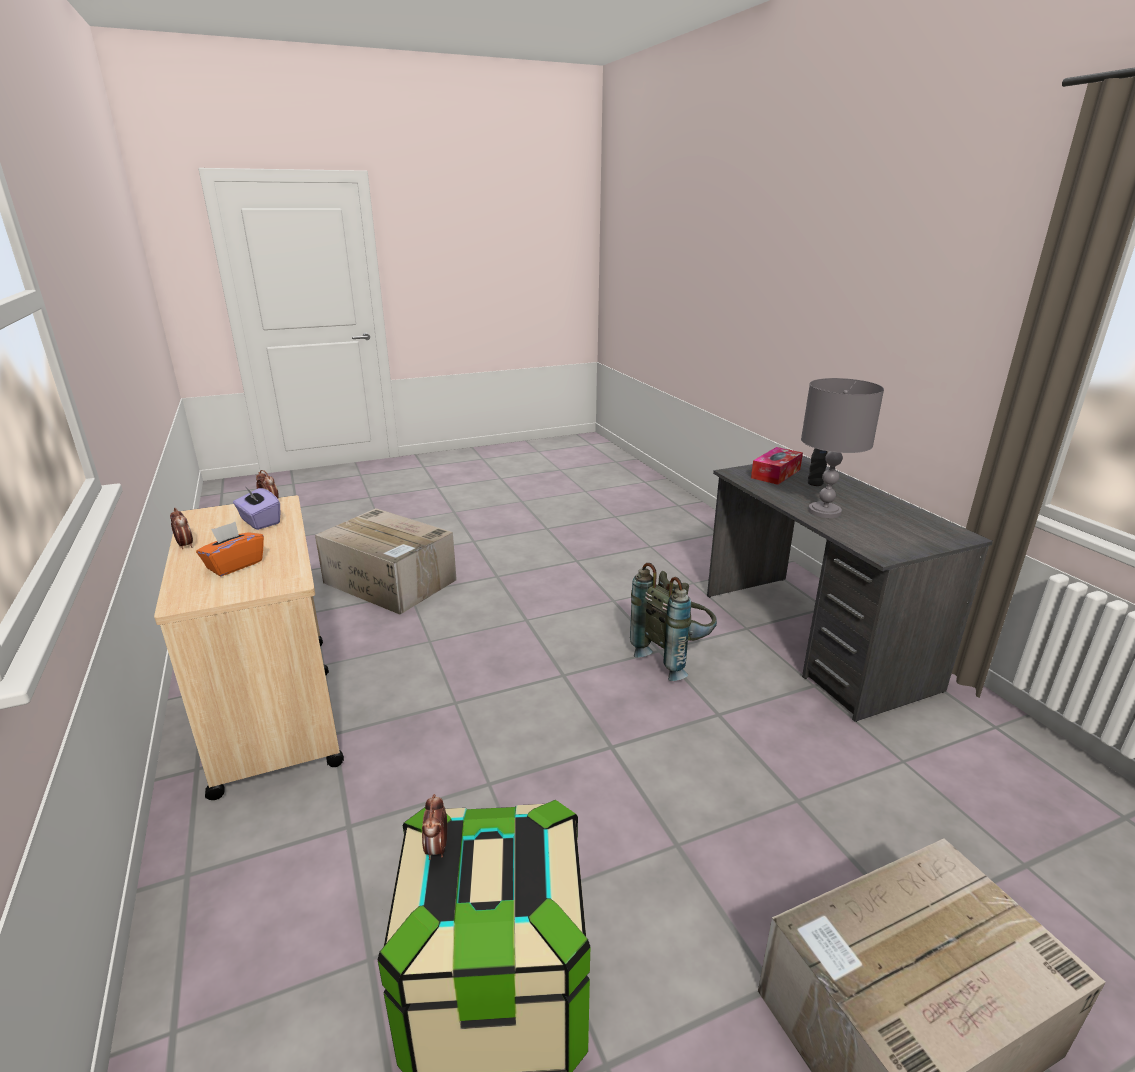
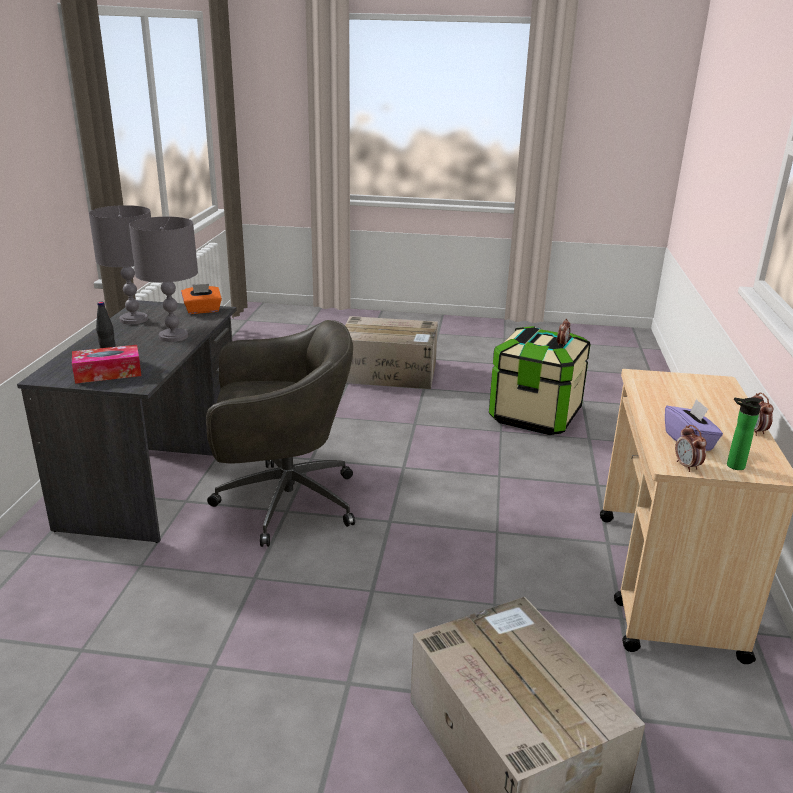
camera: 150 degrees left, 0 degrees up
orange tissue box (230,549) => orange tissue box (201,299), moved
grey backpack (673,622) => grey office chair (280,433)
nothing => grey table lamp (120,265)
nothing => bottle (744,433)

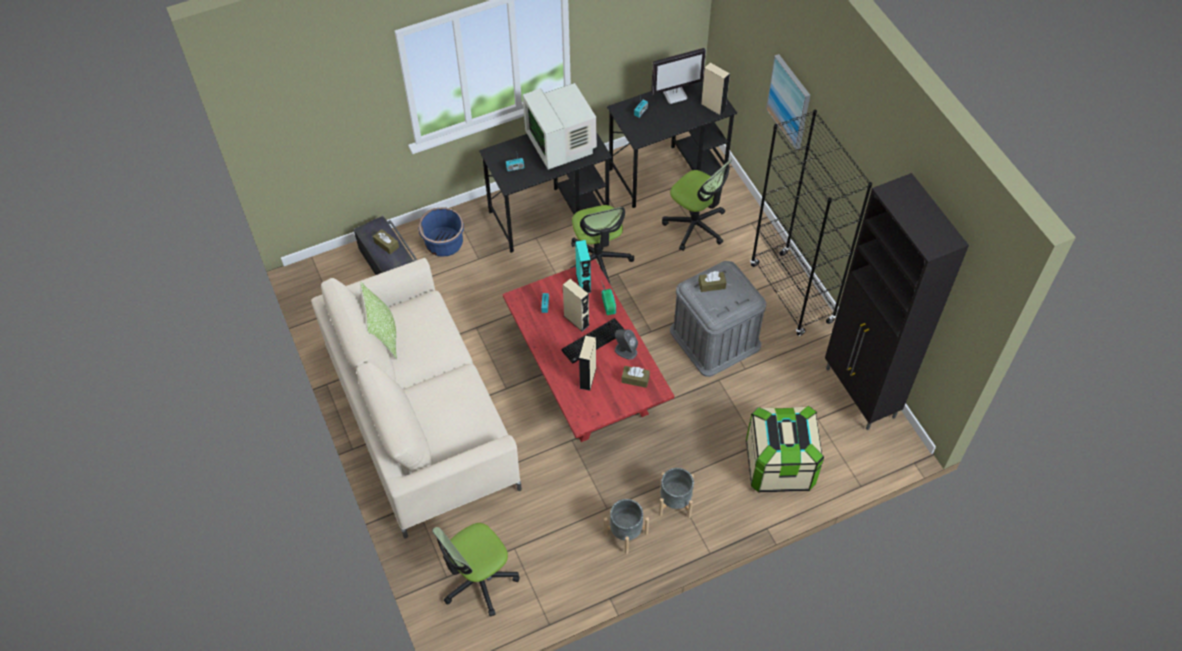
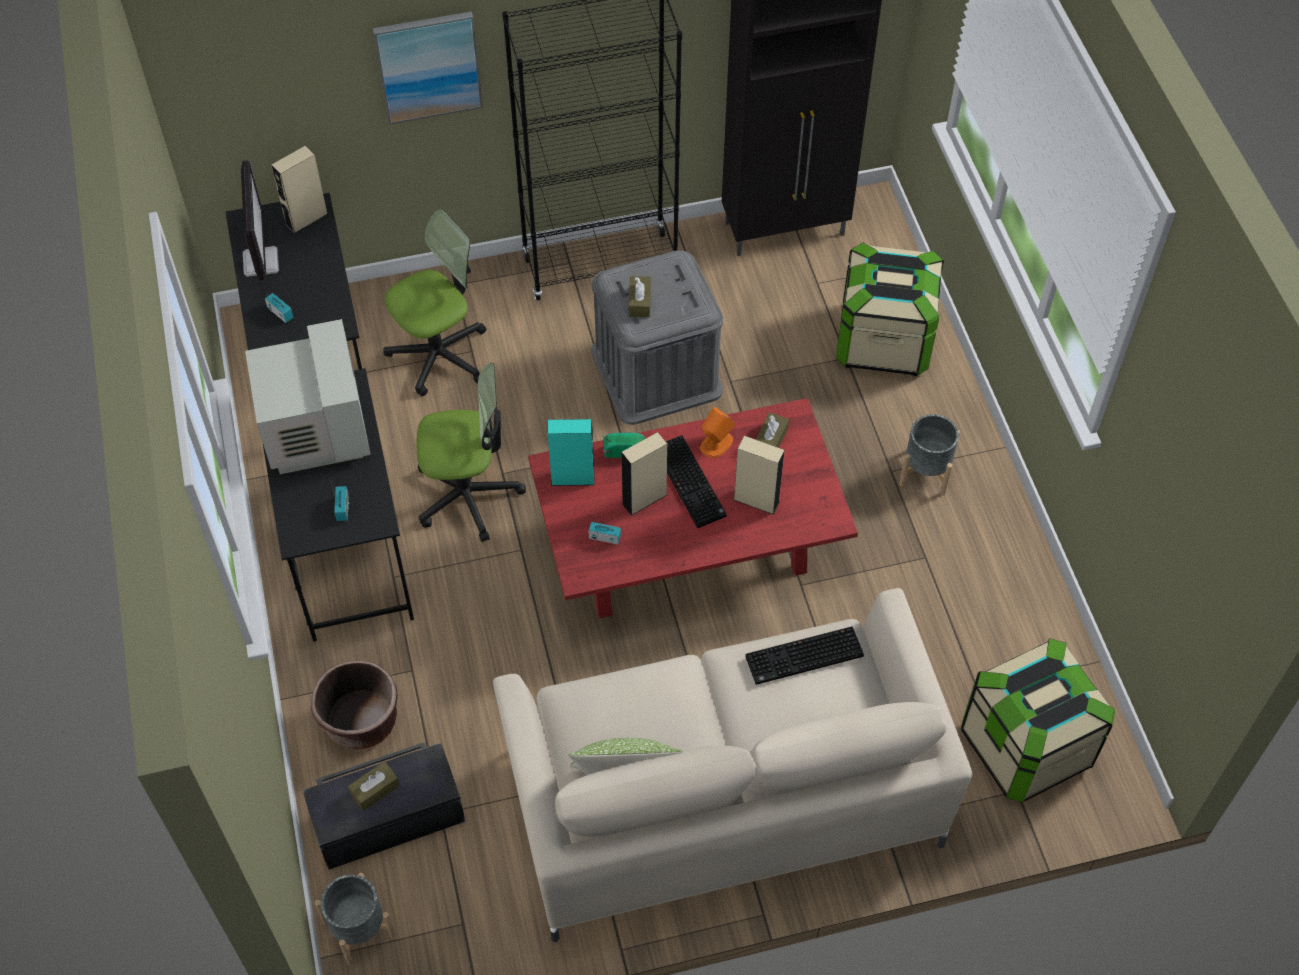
camera: 80 degrees left, 0 degrees up
blue planter (441,232) => brown planter (354,705)
office chair (476,570) => storage box (1037,720)
monitor (560,126) => monitor (308,396), 90 degrees counterclockwise
grey planter (626,526) => grey planter (355,919), moved
grey speaker (626,344) => orange speaker (717,432)
nothing => keyboard (804,655)

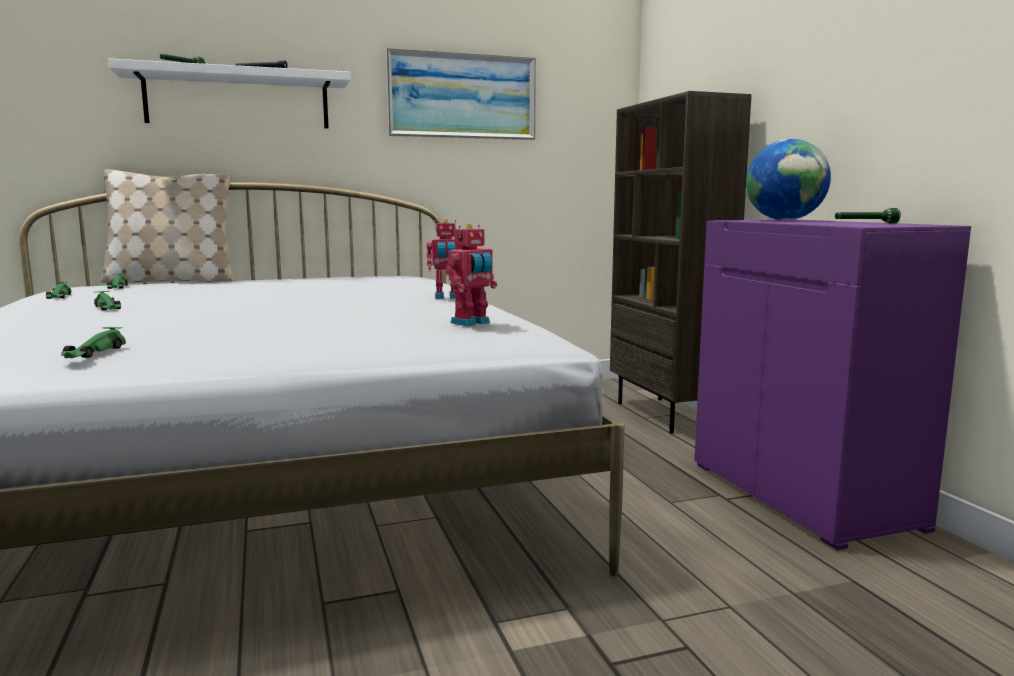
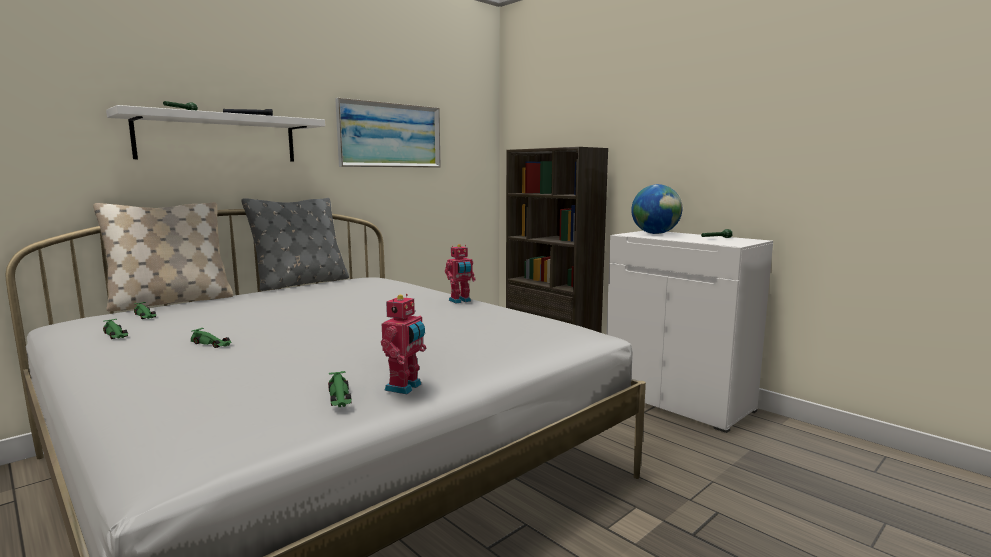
camera: 25 degrees left, 0 degrees up
toy robot (471,274) => toy robot (403,344), moved
purple cabinet (832,385) => white cabinet (689,332)
nothing => grey pillow (295,244)

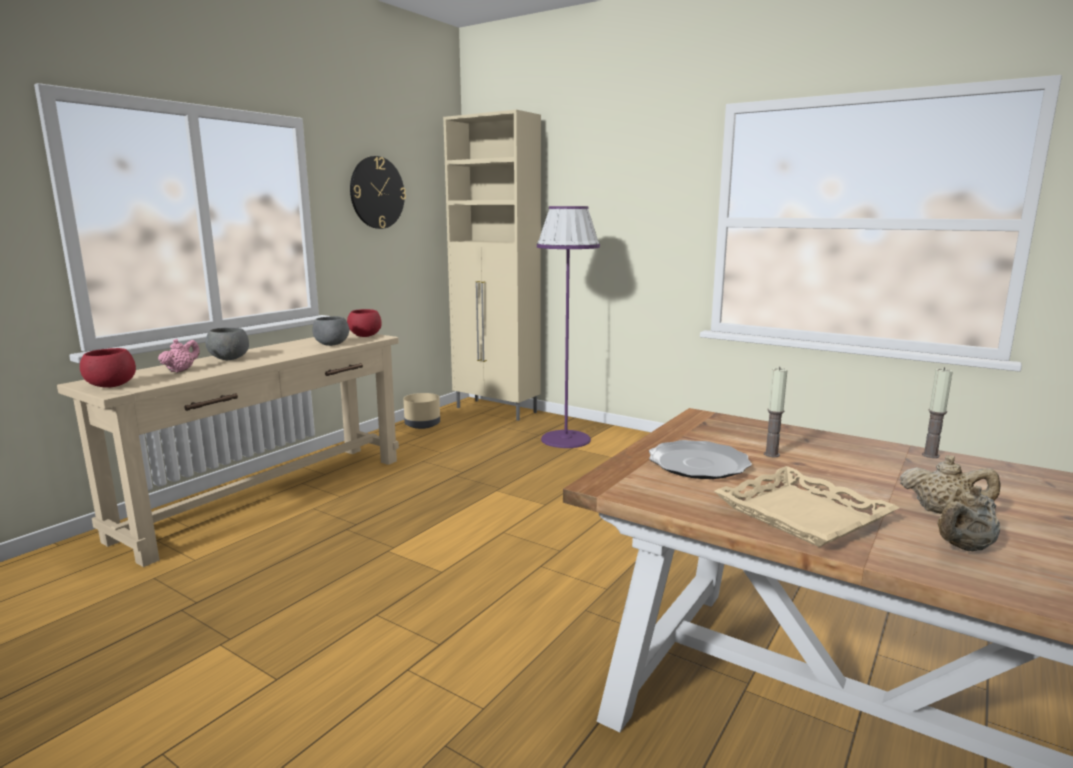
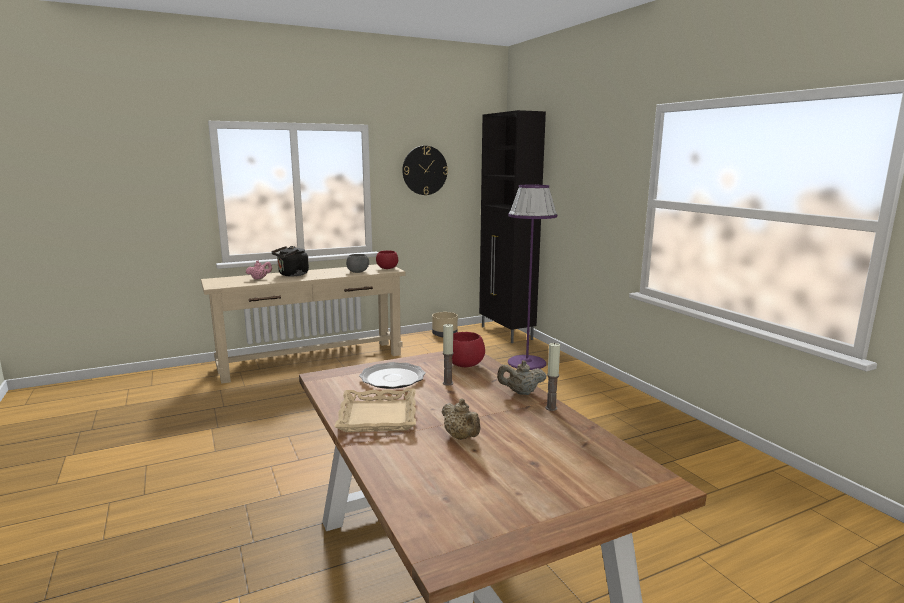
camera: 30 degrees right, 0 degrees up
red bowl (108,368) => red bowl (468,349), moved
grey bowl (227,344) => black kettle (290,261)
beige cabinet (492,265) => black cabinet (512,226)
beige teapot (968,518) => beige teapot (522,377), moved

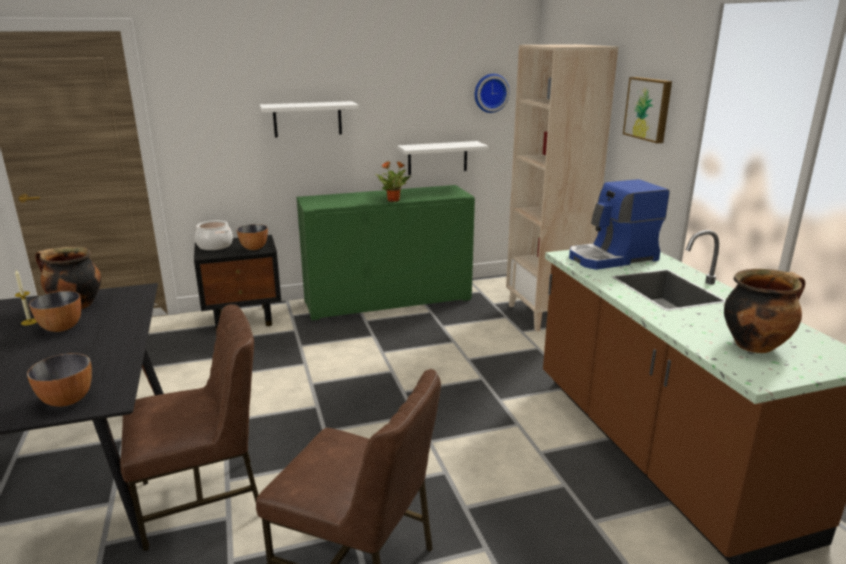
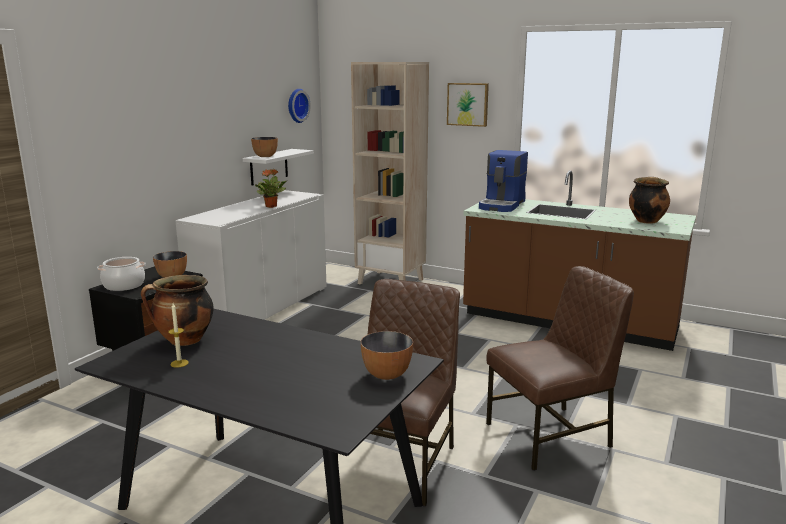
camera: 45 degrees left, 5 degrees down
bowl (55,311) => bowl (264,147), moved
white shelf (309,119) => nothing
green cabinet (385,253) => white cabinet (251,255)

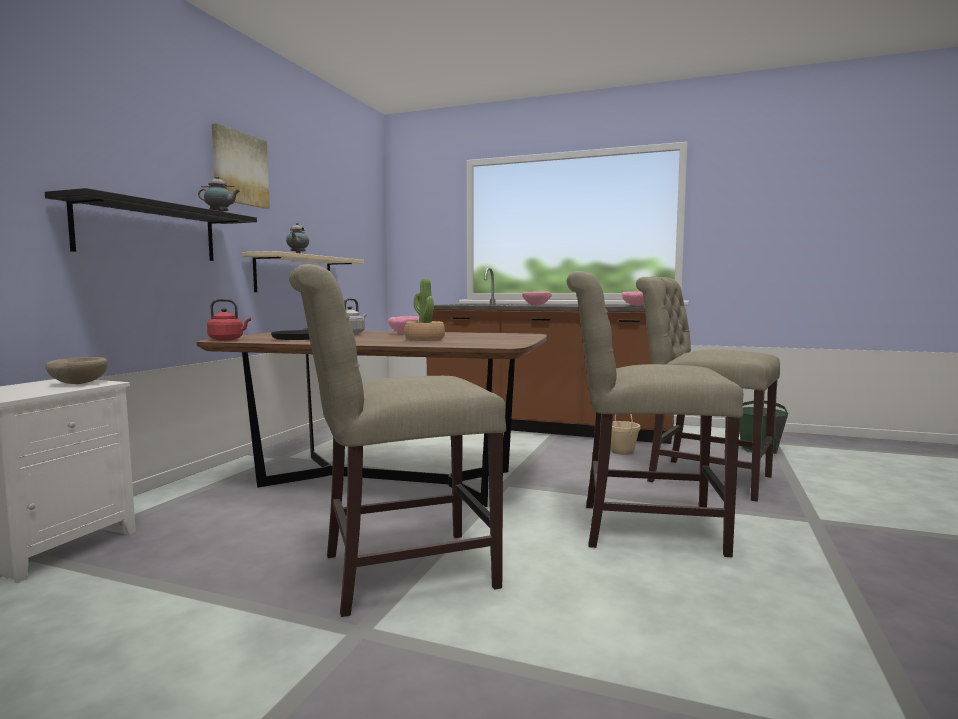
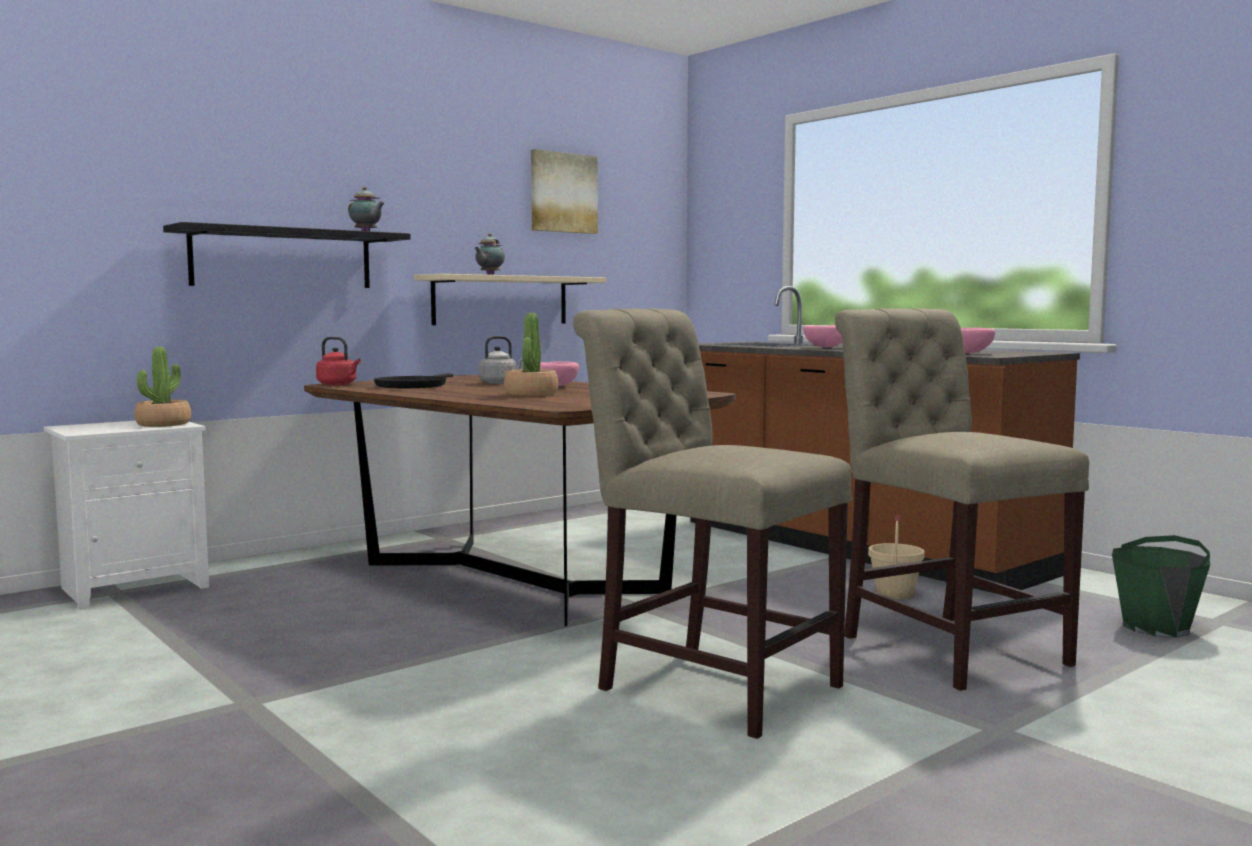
camera: 30 degrees right, 0 degrees up
beige bowl (77,370) => potted plant (163,387)
picture (241,166) => picture (564,191), moved
beige chair (397,440) => nothing

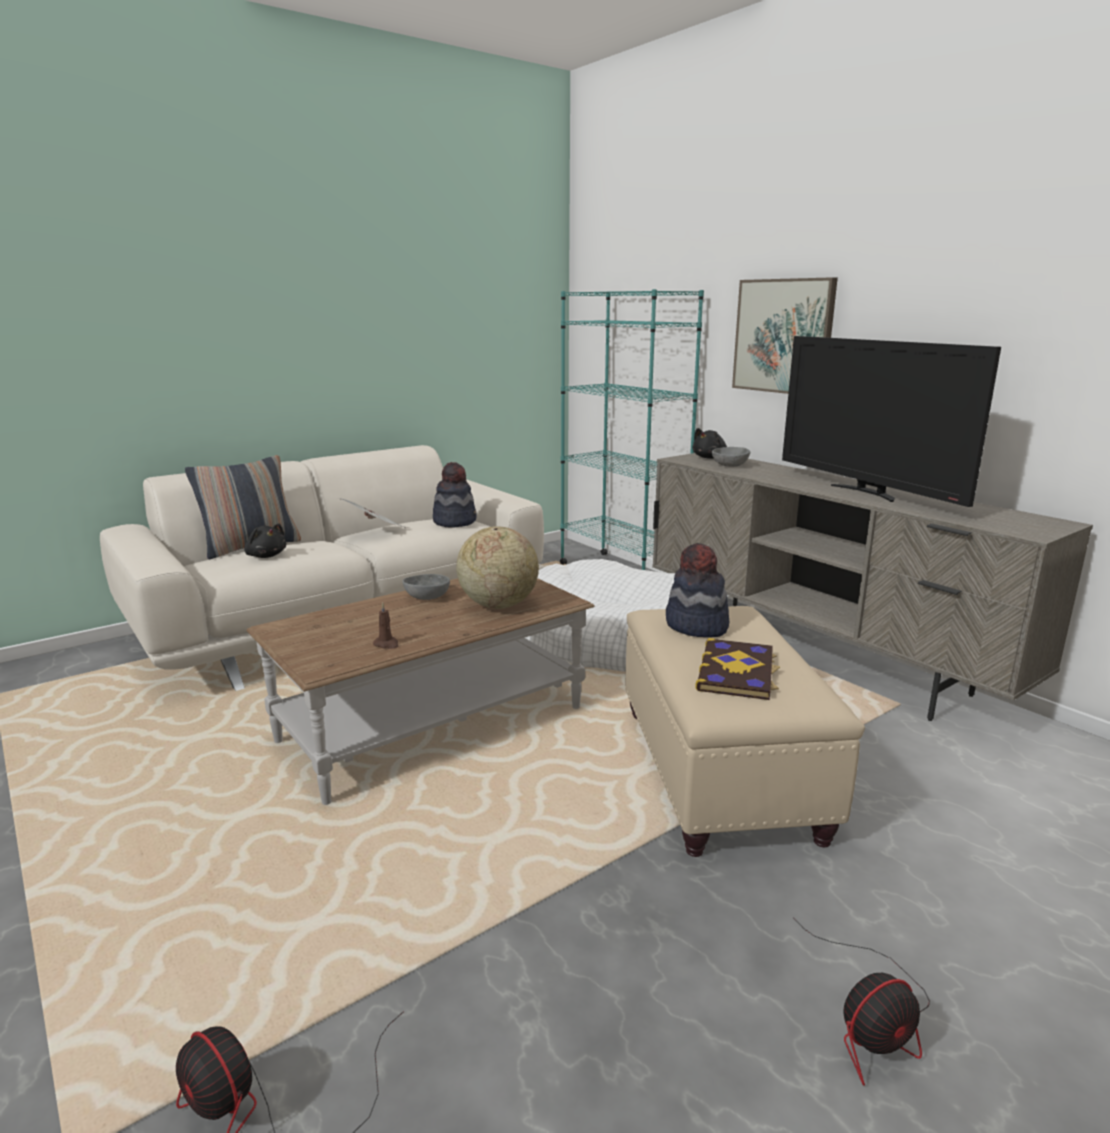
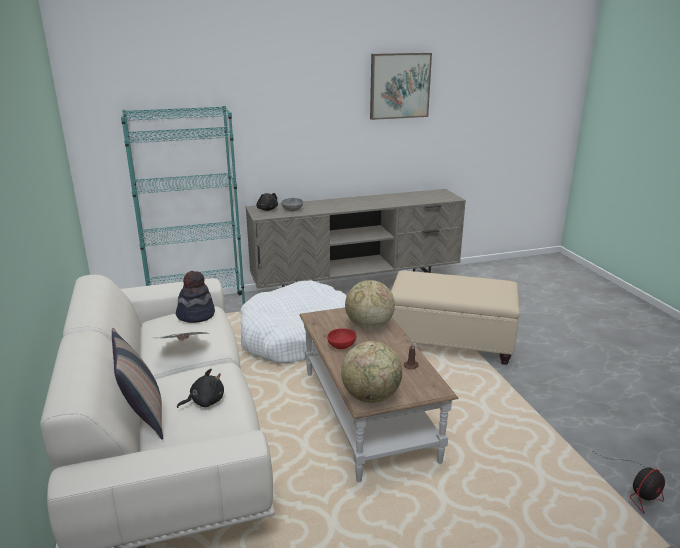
camera: 70 degrees left, 5 degrees up
grey bowl (426,587) => red bowl (341,338)
hat (697,590) => nothing
book (737,669) => nothing
picture (785,335) => picture (401,86), moved
television (891,421) => nothing
fan (861,1001) => nothing
nothing => globe (371,372)

